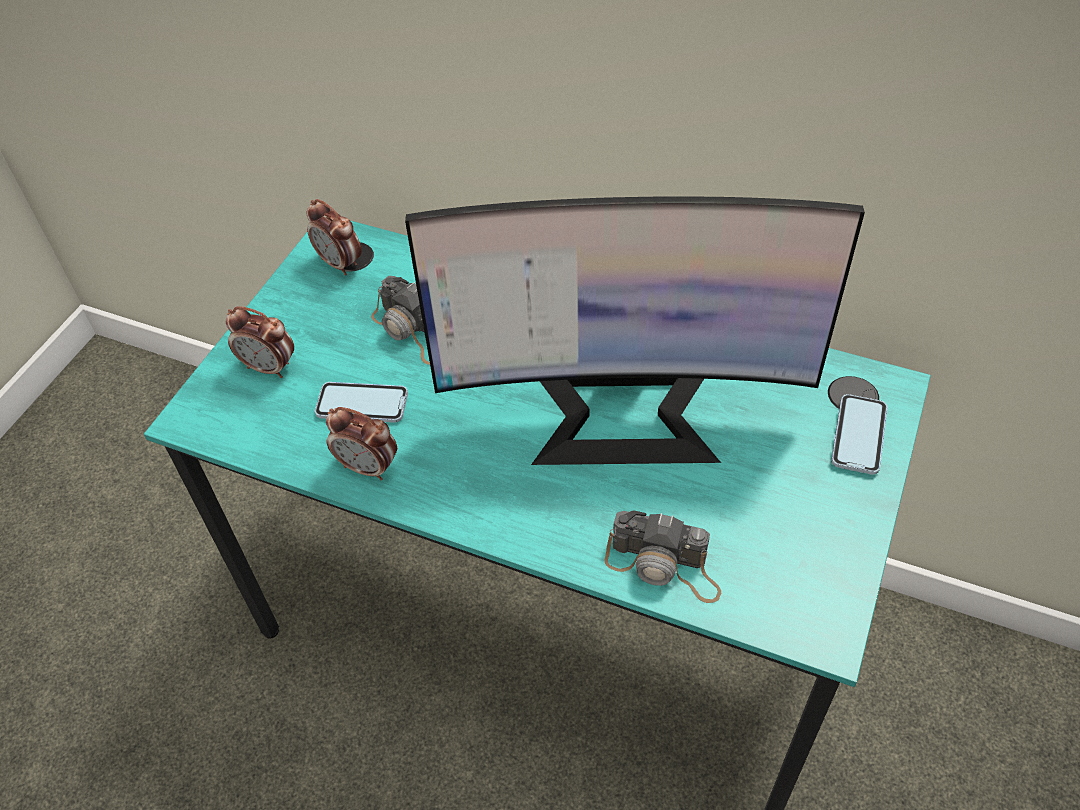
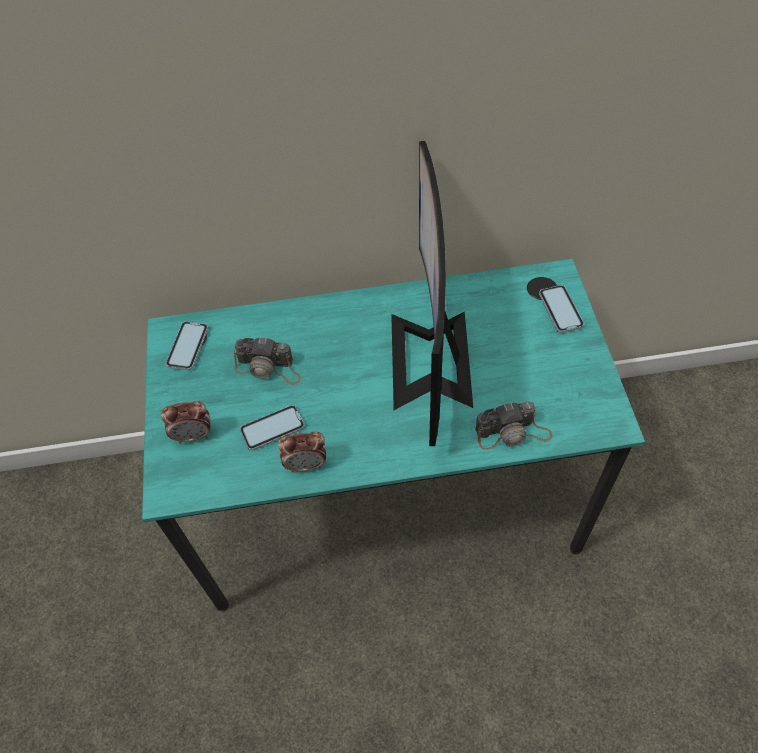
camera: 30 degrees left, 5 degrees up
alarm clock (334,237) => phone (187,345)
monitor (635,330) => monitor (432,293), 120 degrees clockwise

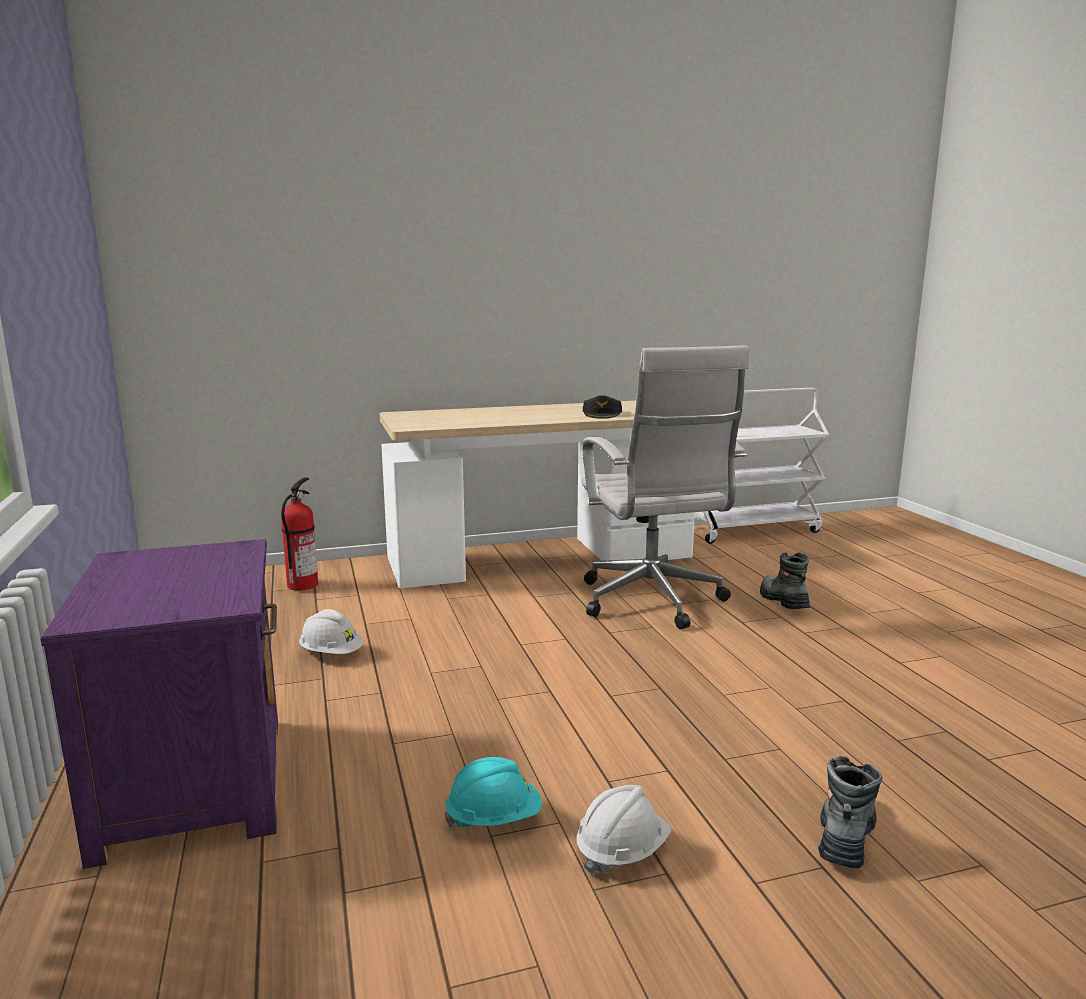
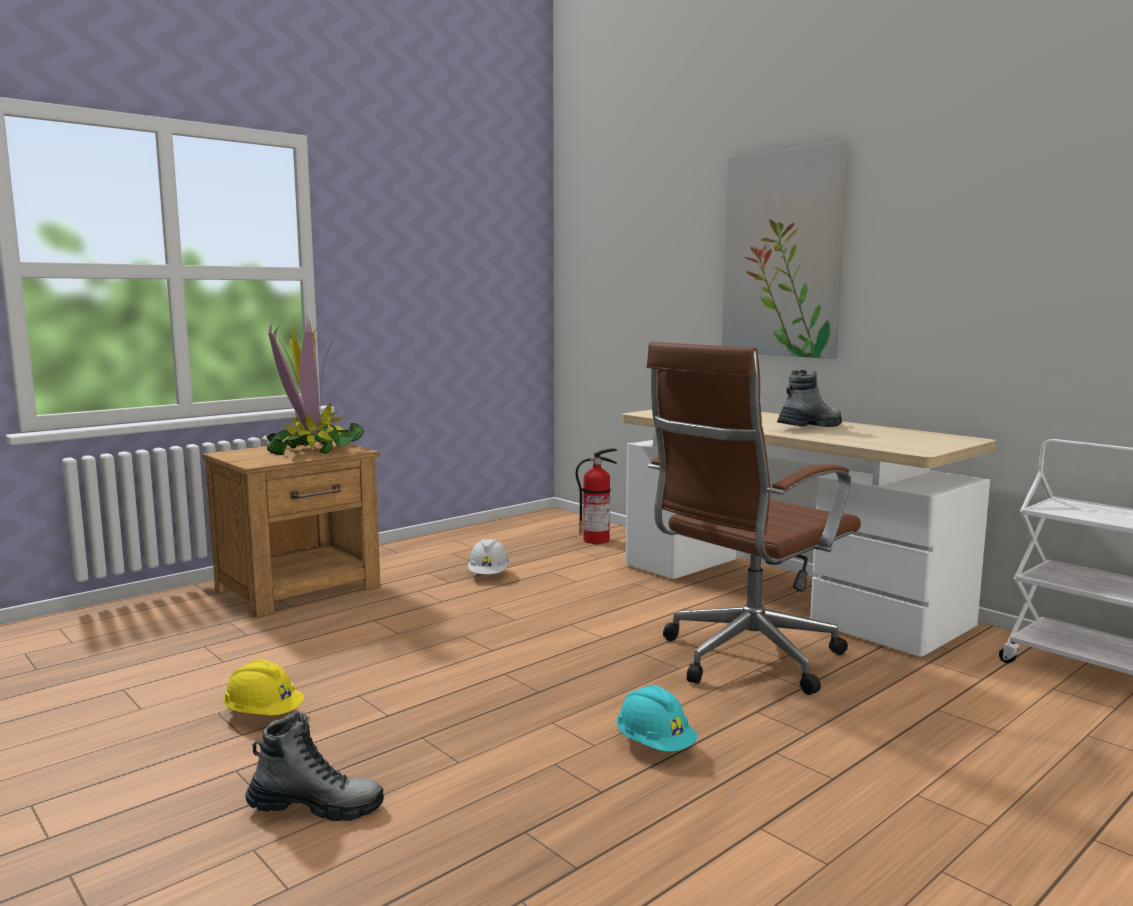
camera: 65 degrees right, 5 degrees down
purple nightstand (159,704) => brown nightstand (291,529)
turquoise hard hat (493,793) => turquoise hard hat (656,718), moved
white hard hat (624,830) => yellow hard hat (263,687)
white office chair (665,487) => brown office chair (754,518)
black cap (602,407) => nothing
boot (785,580) => boot (809,398), moved
nothing => potted plant (315,385)
nothing => picture (785,250)

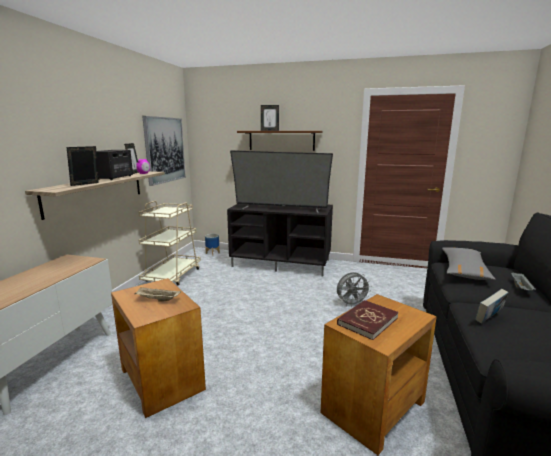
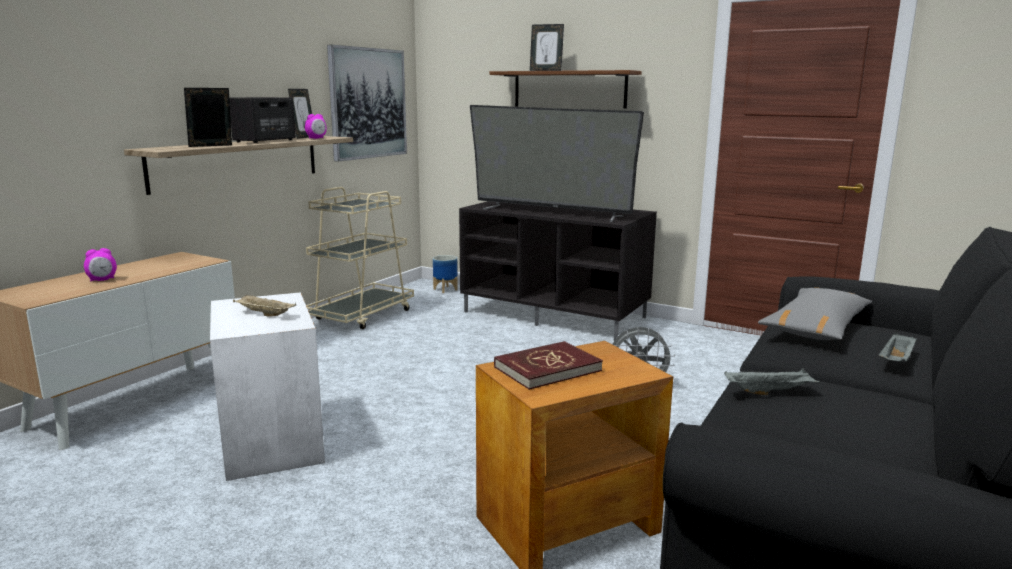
camera: 15 degrees right, 0 degrees up
brown side table (158,348) => white side table (267,386)
book (492,306) => grey tray (772,382)
nothing => alarm clock (100,264)

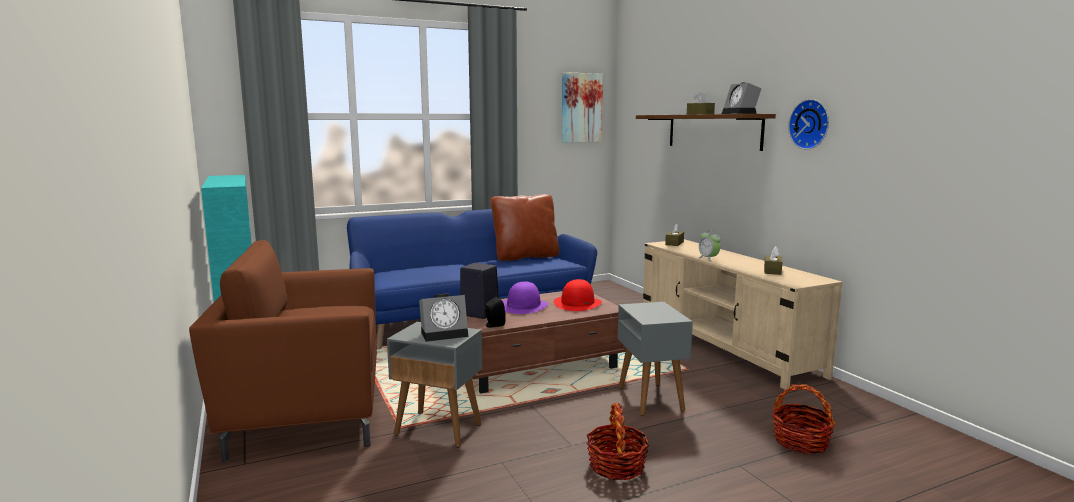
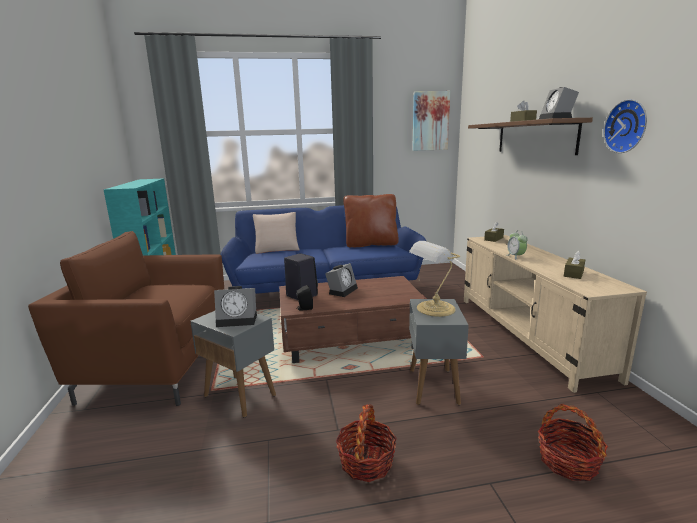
camera: 15 degrees right, 5 degrees up
purple hat (525,297) => alarm clock (341,280)
red hat (578,295) => nothing
nothing => beige pillow (276,233)
nothing => table lamp (435,279)

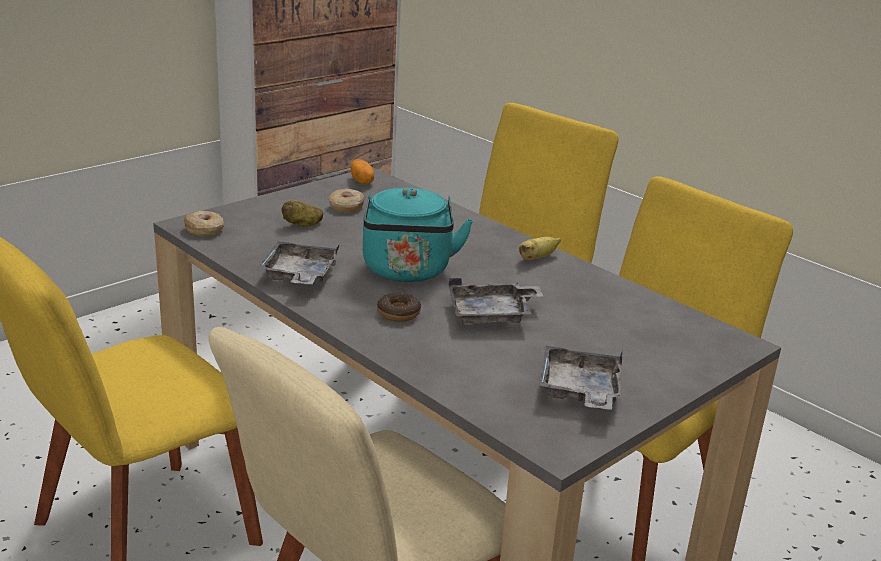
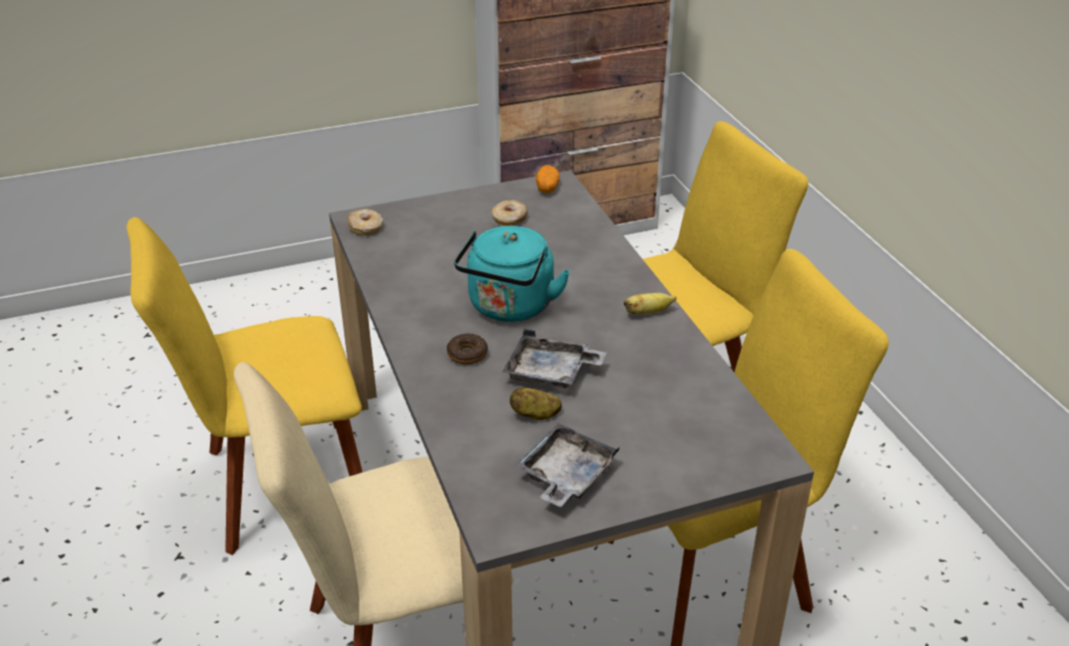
camera: 25 degrees right, 10 degrees up
grey tray (298,263) => nothing
potato (302,213) => potato (536,404), moved

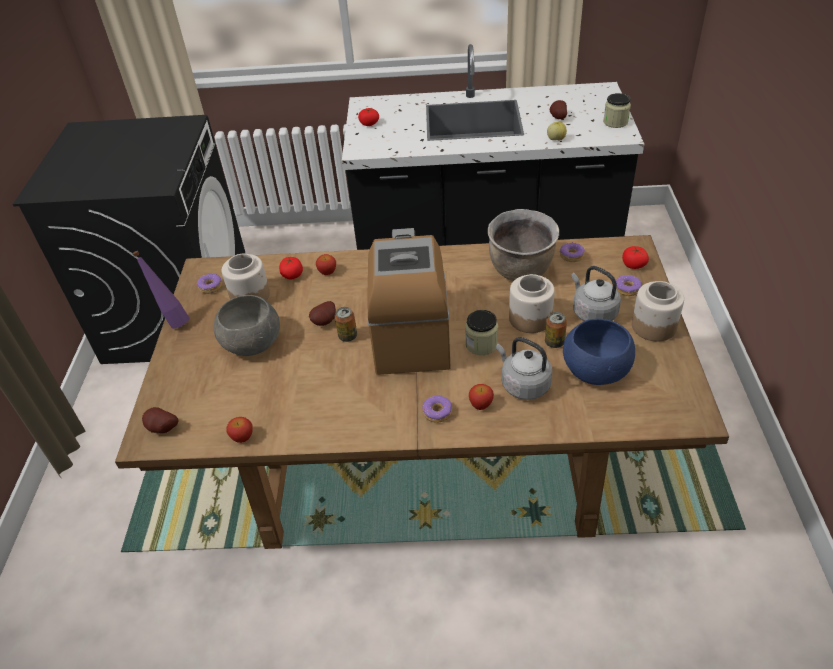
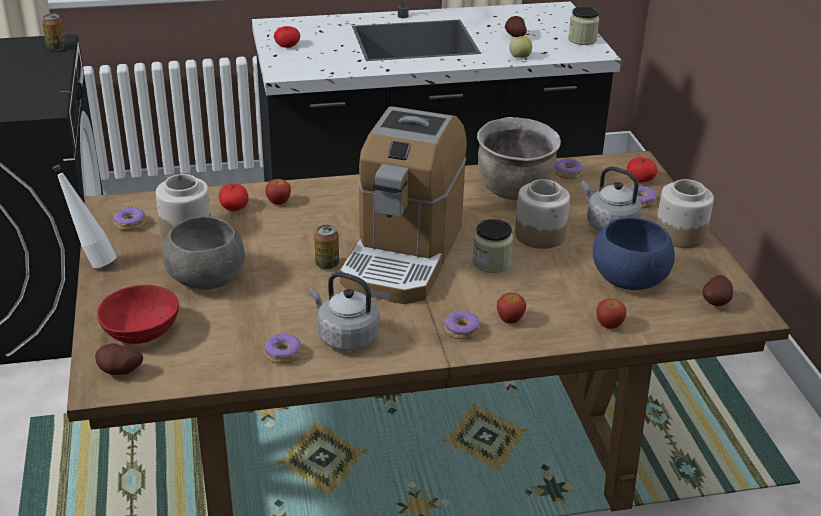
camera: 15 degrees left, 10 degrees down
purple bottle (161,290) => white bottle (84,216)
apple (240,430) => apple (611,313), moved
potato (322,313) => potato (718,290), moved
coffee machine (409,301) => coffee machine (403,205), 150 degrees counterclockwise
grey kettle (524,368) => grey kettle (344,311), moved
can (556,330) => can (54,32), moved
nothing => red bowl (138,314)
nothing => donut (283,349)

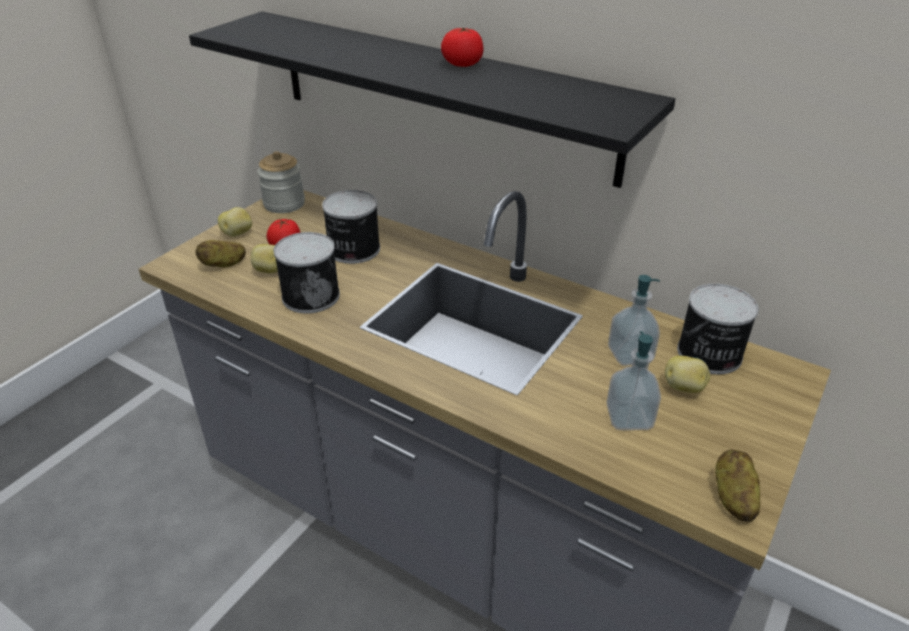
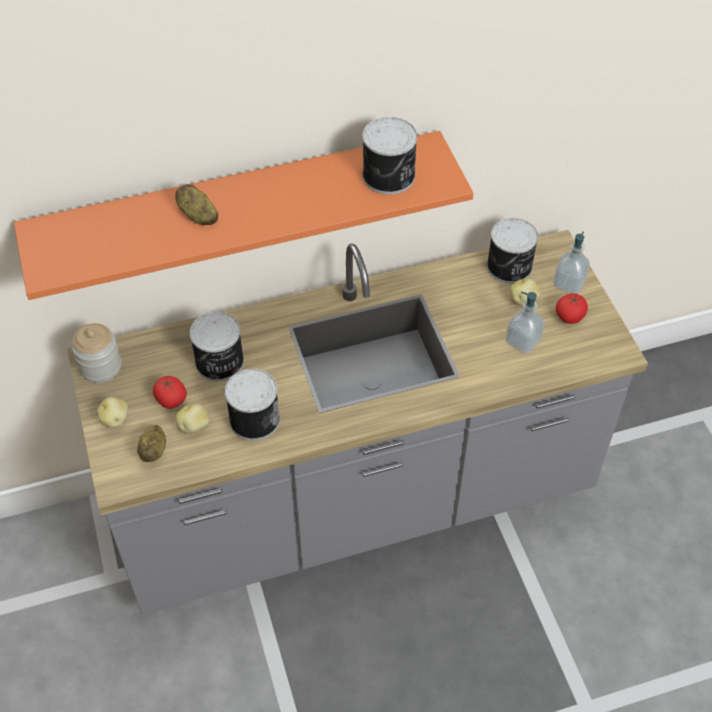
camera: 50 degrees left, 15 degrees up
black shelf (432,99) => orange shelf (244,215)
tomato (462,47) => tomato (572,308), moved
soap dispenser (634,320) => soap dispenser (571,263), moved
potato (737,486) => potato (196,204), moved
nothing => can (390,155)

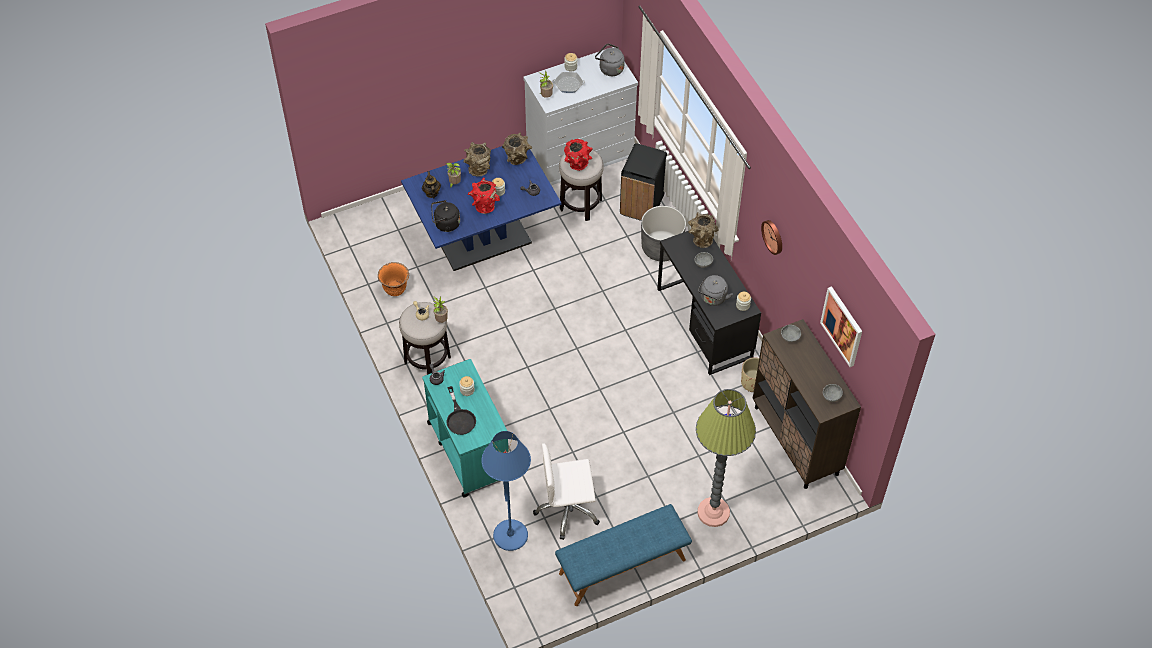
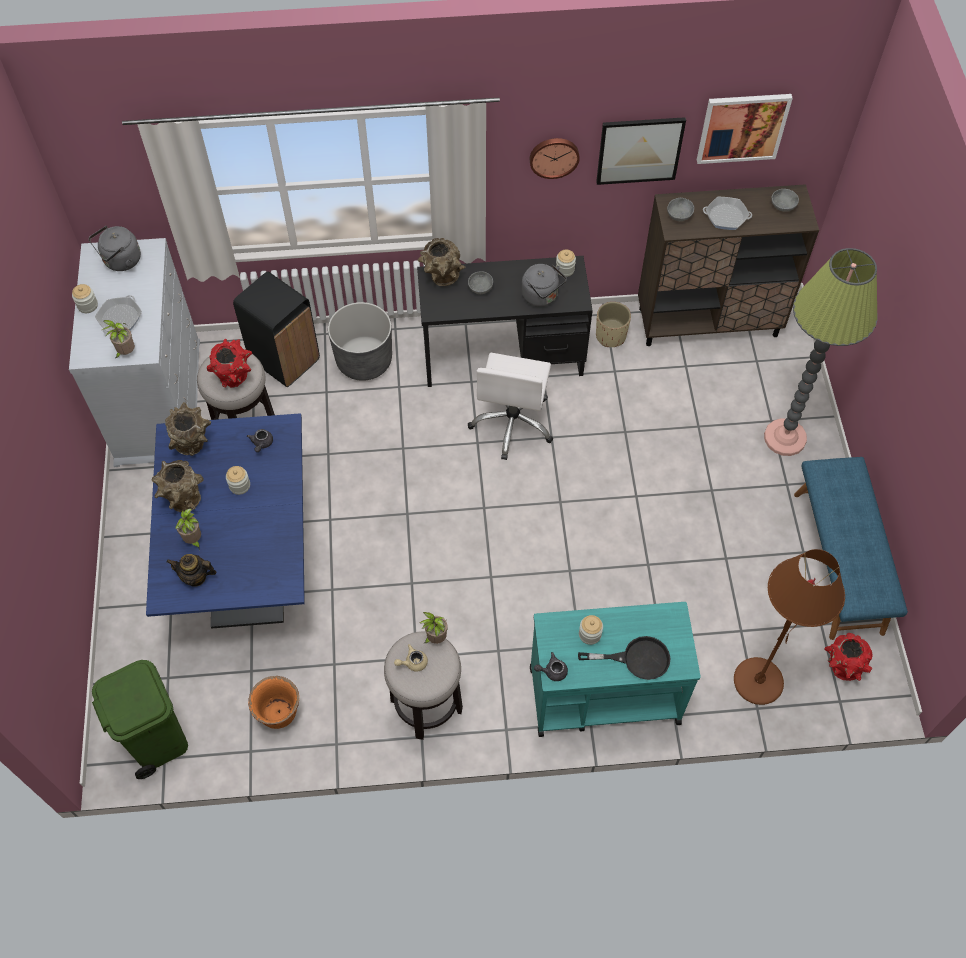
camera: 70 degrees left, 5 degrees up
black kettle (445,216) => nothing
red vase (484,195) => red vase (848,657), moved
blue floor lamp (506,491) => brown floor lamp (789,627)
white office chair (566,491) => white office chair (510,406), moved
nothing => green trash can (140,719)
nothing => picture (641,151)
nothing => frying pan (727,213)

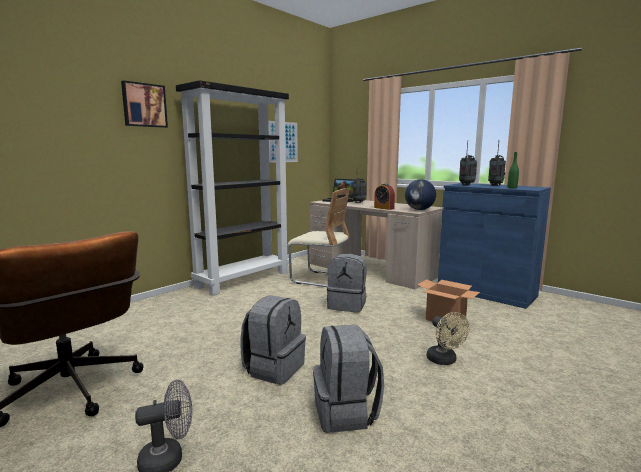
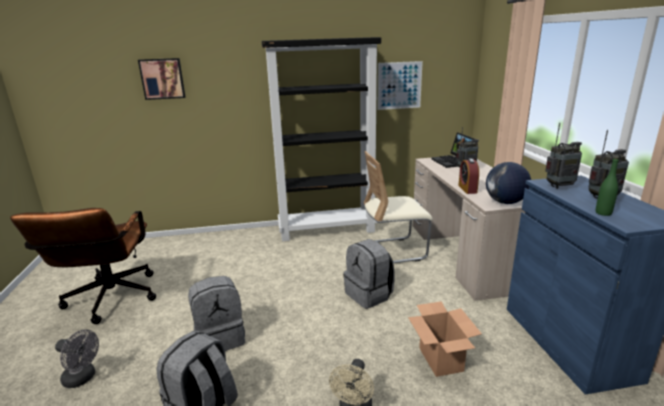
camera: 40 degrees right, 10 degrees up
picture (144,104) => picture (161,79), moved
beige chair (319,237) => beige chair (398,207), 105 degrees clockwise

